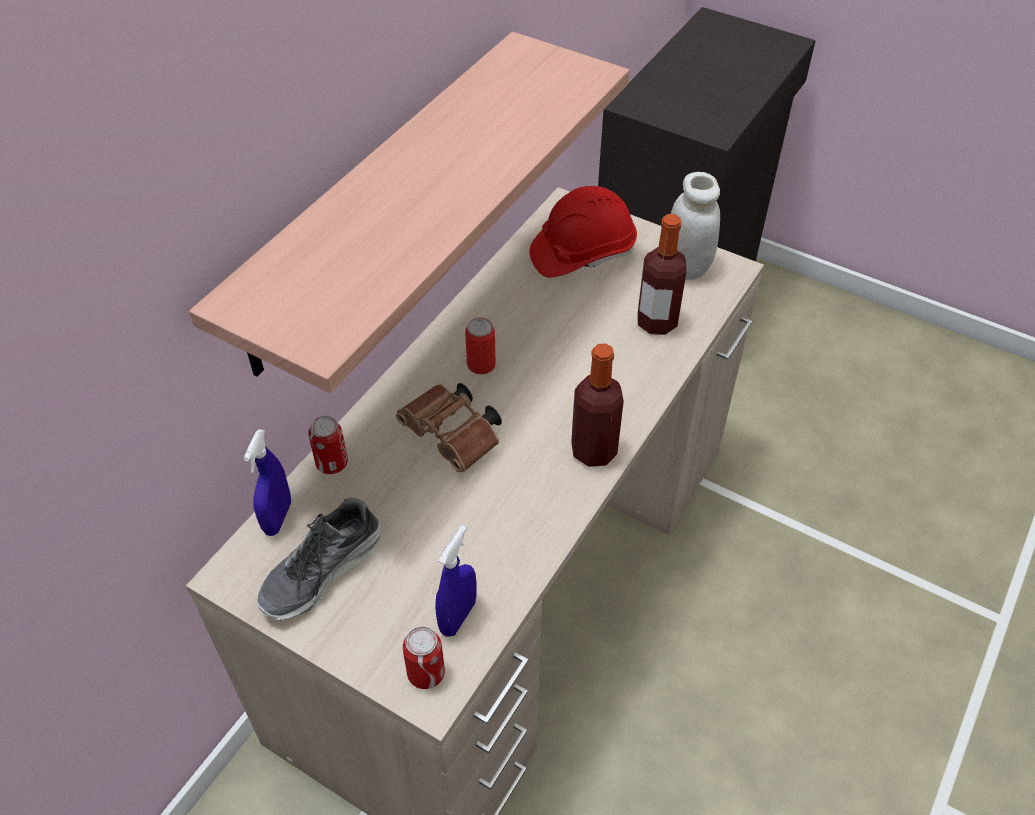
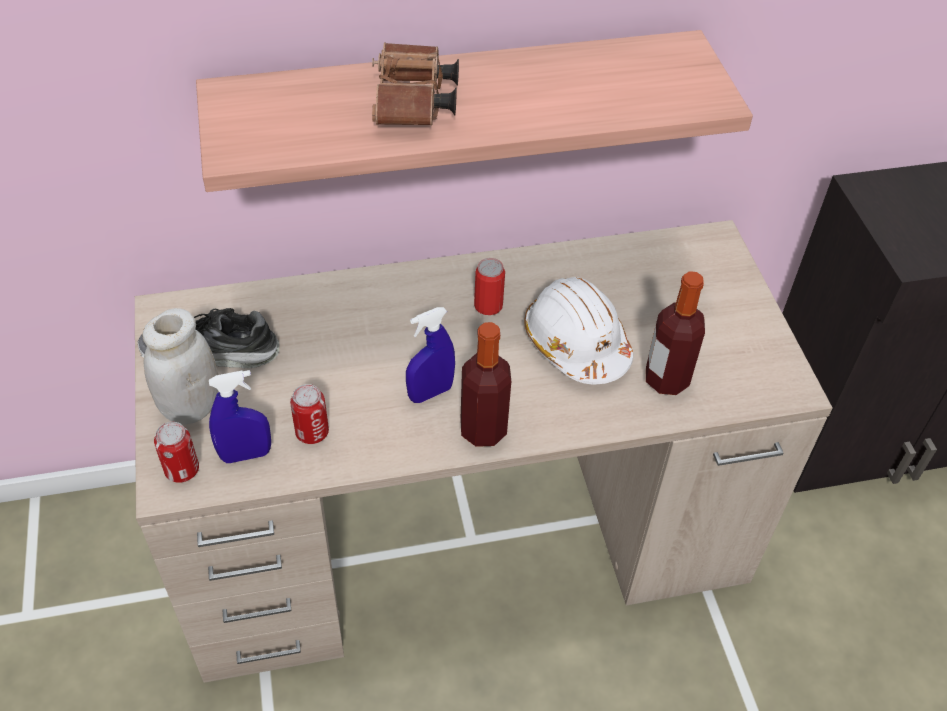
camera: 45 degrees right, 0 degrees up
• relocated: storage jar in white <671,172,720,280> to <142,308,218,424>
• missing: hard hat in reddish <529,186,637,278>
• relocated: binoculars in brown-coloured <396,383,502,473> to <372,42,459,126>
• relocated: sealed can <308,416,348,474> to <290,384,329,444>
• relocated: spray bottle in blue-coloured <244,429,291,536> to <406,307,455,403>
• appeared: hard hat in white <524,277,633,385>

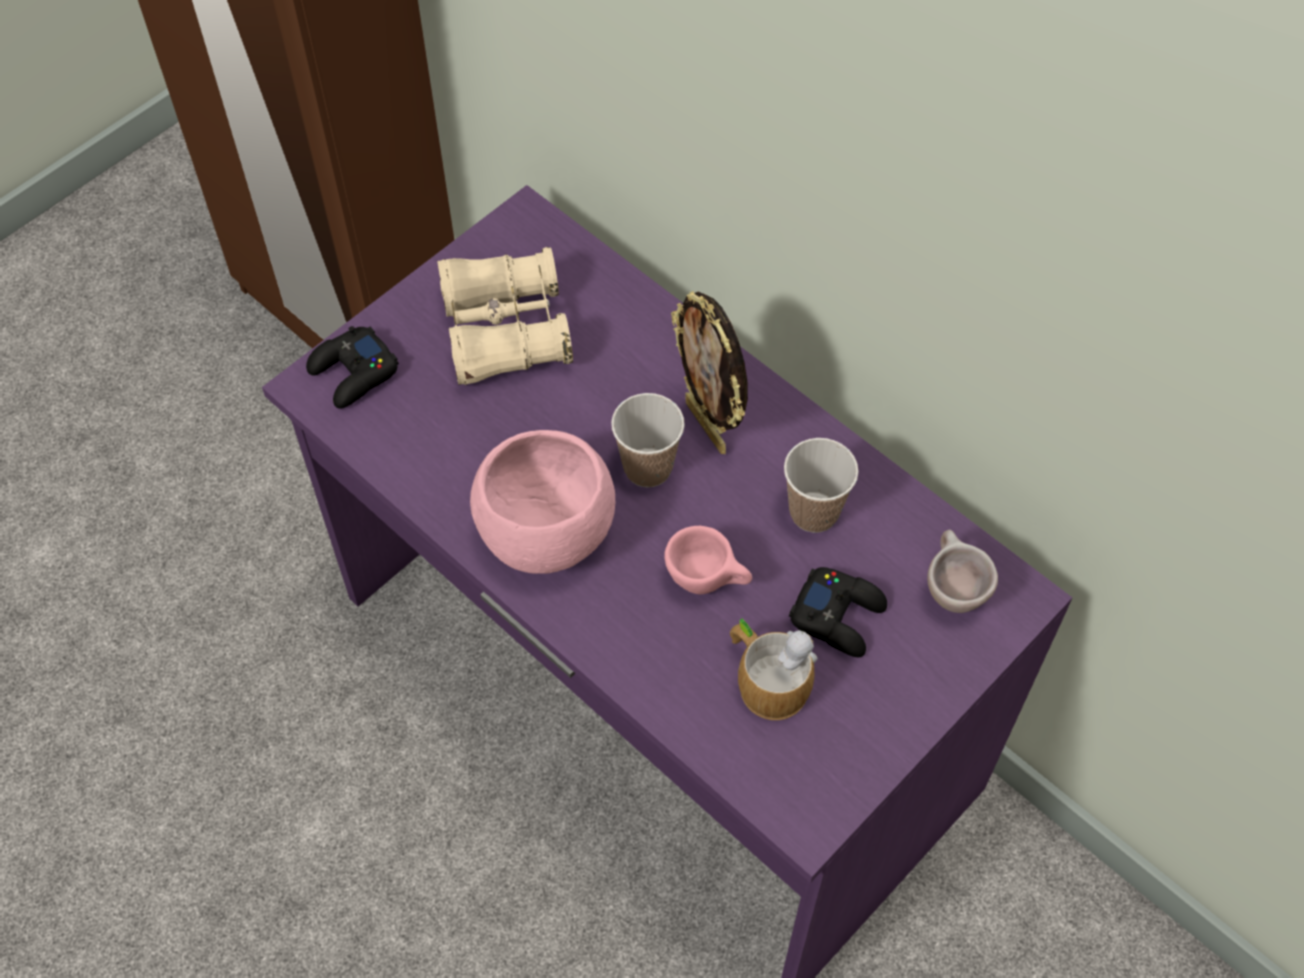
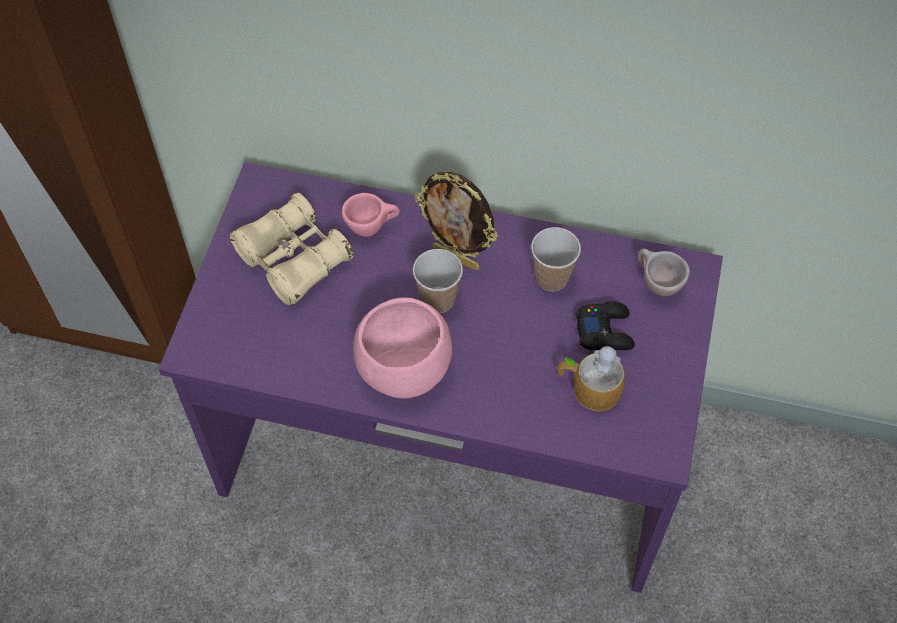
camera: 30 degrees left, 0 degrees up
• missing: game controller in black <306,326,399,409>
• relocated: small cup in pink-coloured <664,526,752,594> to <342,193,400,237>

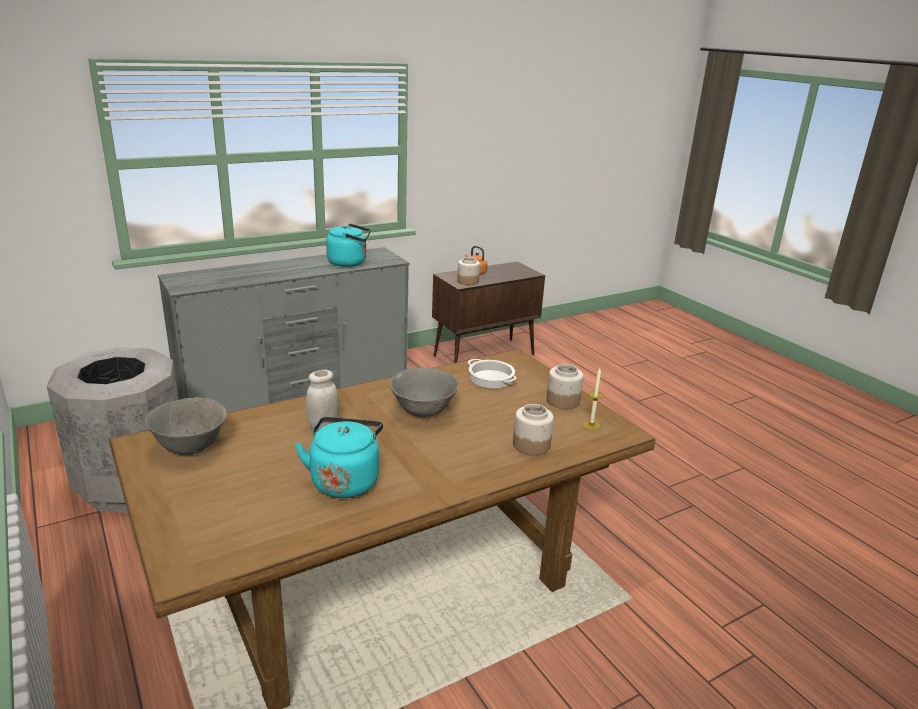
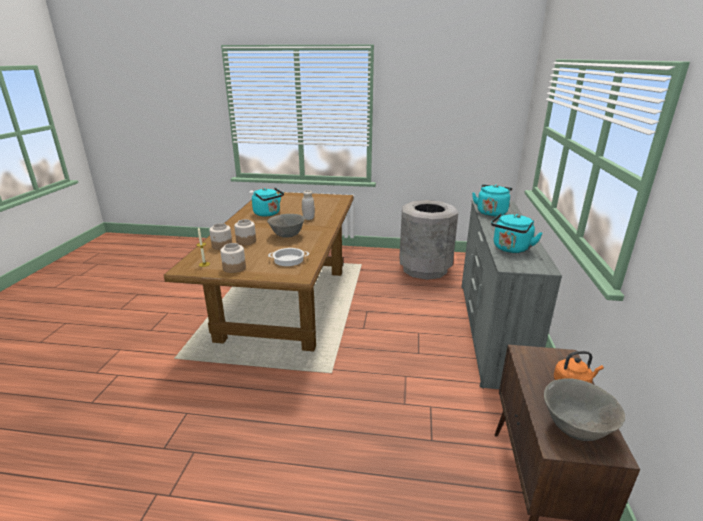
camera: 130 degrees right, 0 degrees up
• relocated: storage jar <457,257,480,285> to <234,219,256,245>
• relocated: bowl in gray <145,397,227,455> to <544,378,625,441>
• appeared: kettle in blue-green <472,184,512,216>

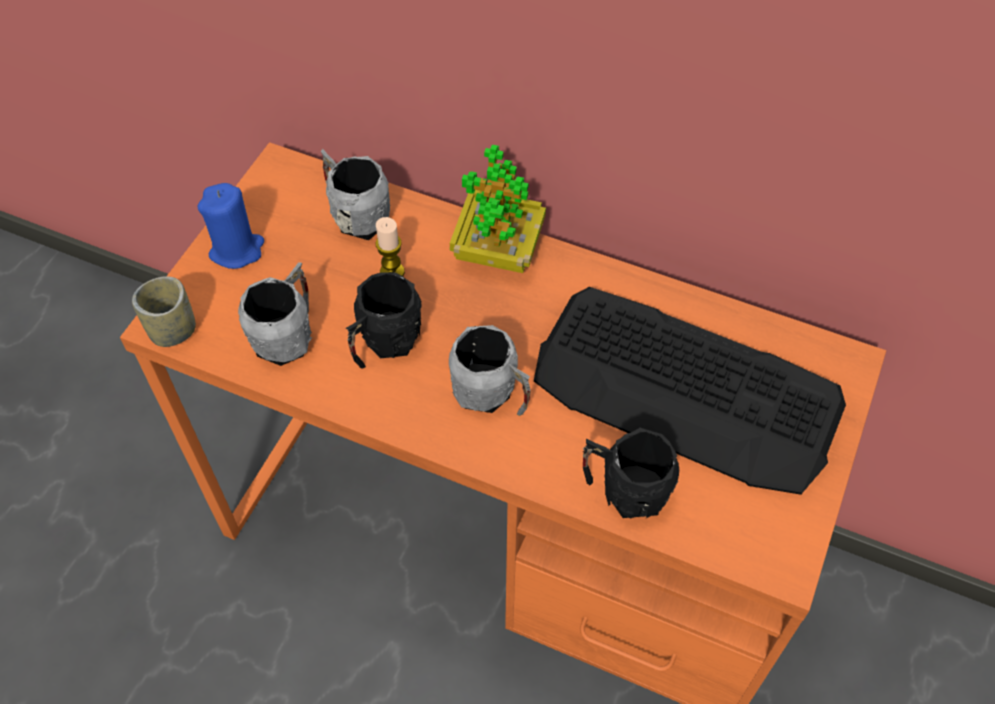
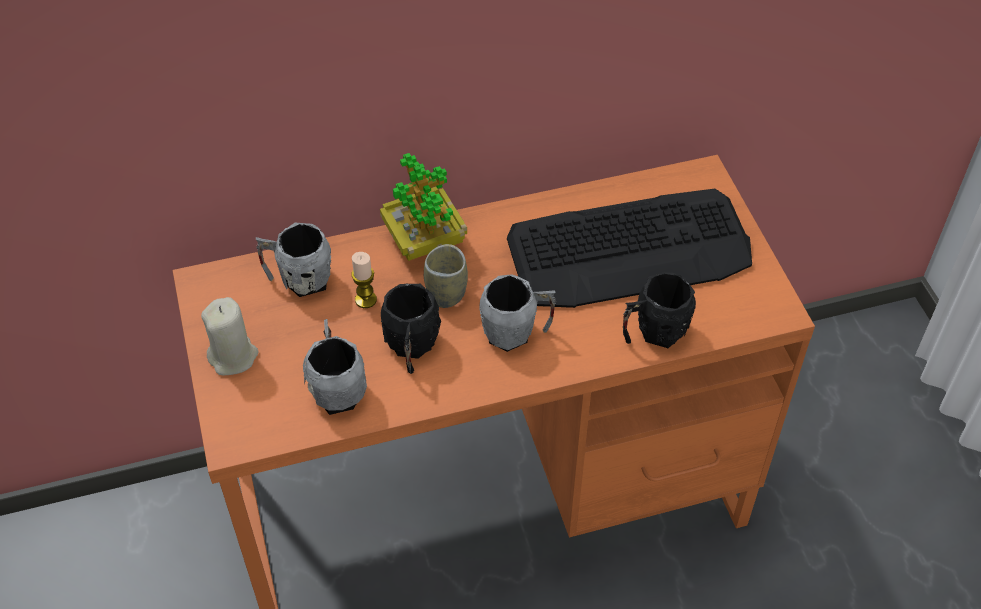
camera: 40 degrees left, 5 degrees down
• colour: wax candle in blue-coloured <198,183,264,269> to wax candle in beige-coloured <201,297,259,375>
• relocated: small cup <132,276,196,347> to <424,244,468,308>

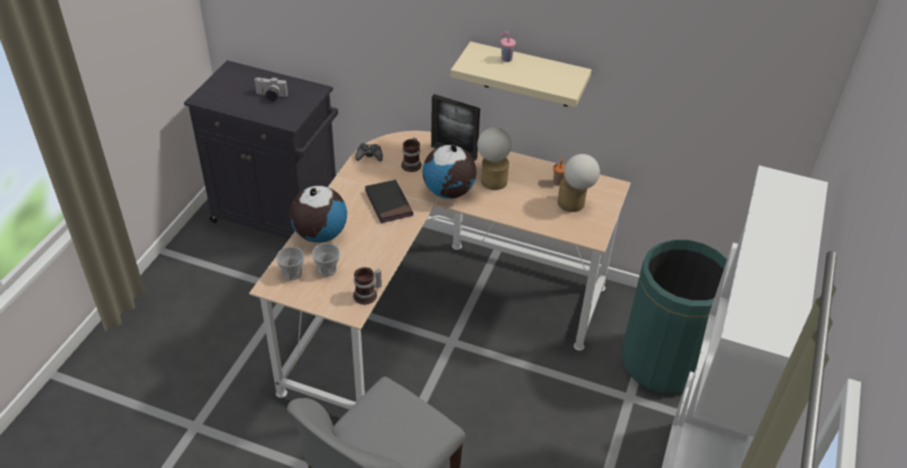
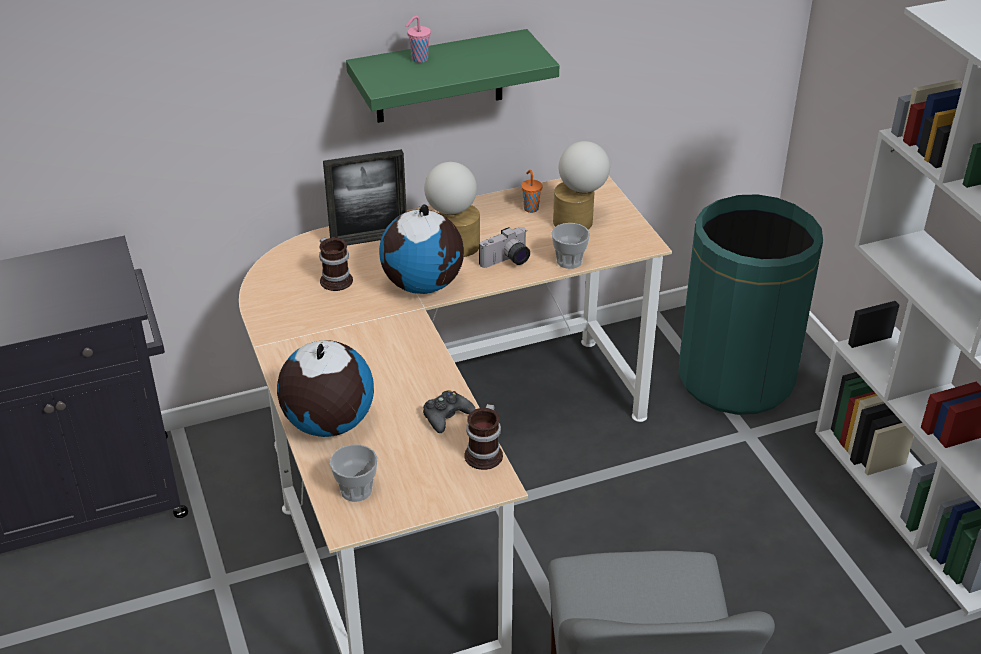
camera: 40 degrees left, 5 degrees down
• colour: shelf in beige-coloured <451,41,592,107> to shelf in green-coloured <346,29,559,123>
• relocated: photo camera <254,77,288,101> to <479,227,530,268>
• relocated: game controller in black <355,143,383,161> to <423,390,475,433>
• missing: bound book in black <365,180,413,223>
• relocated: small cup <312,243,340,276> to <551,223,590,269>

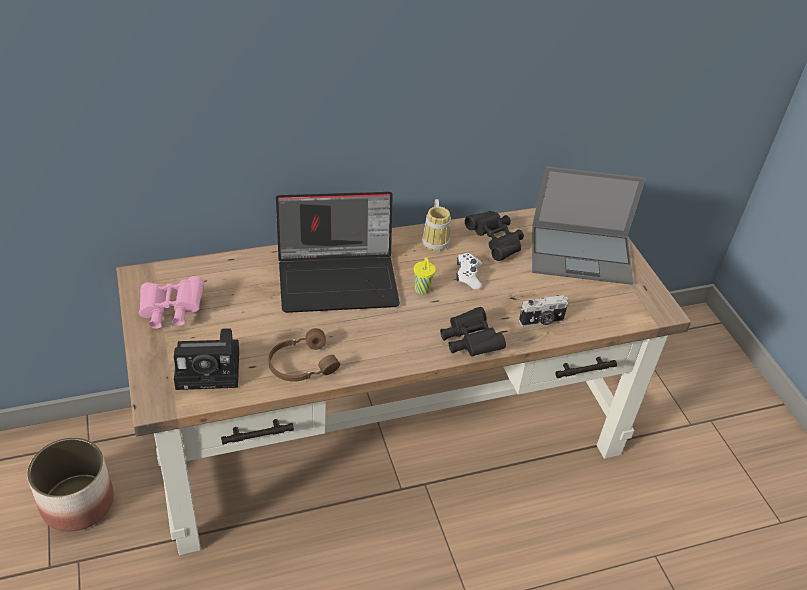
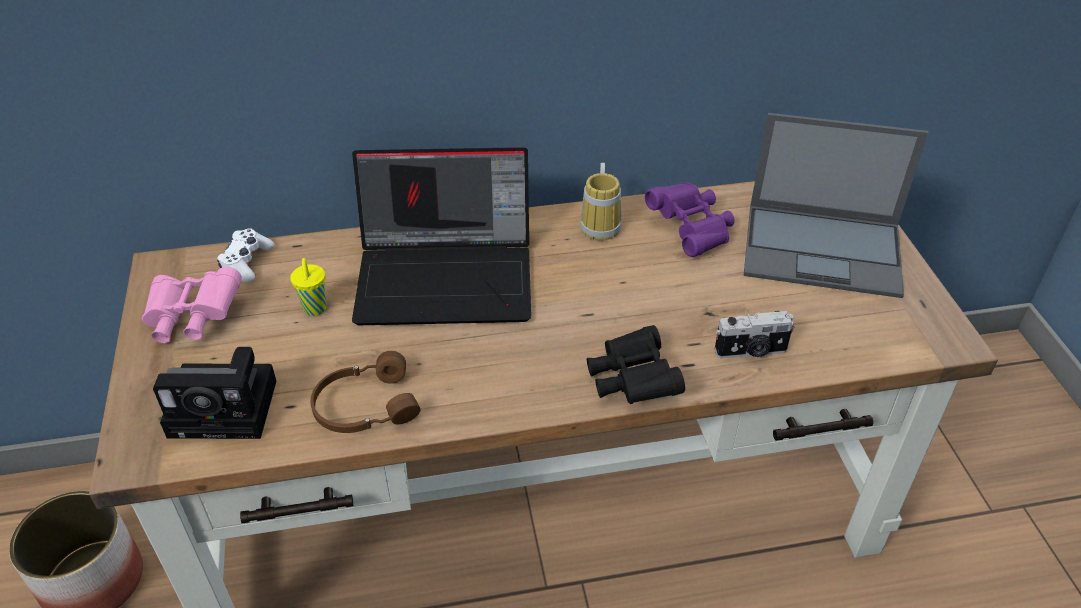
camera: 10 degrees right, 0 degrees up
• colour: binoculars in black <465,211,524,261> to binoculars in purplish <645,182,735,257>
• relocated: game controller in white <456,253,482,290> to <217,228,275,283>
• relocated: small cup in yellowish <414,257,436,295> to <290,258,327,316>

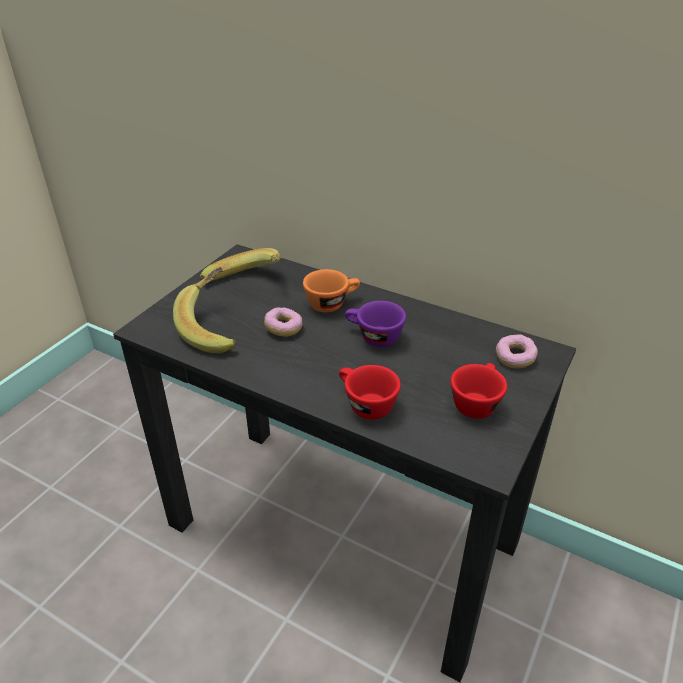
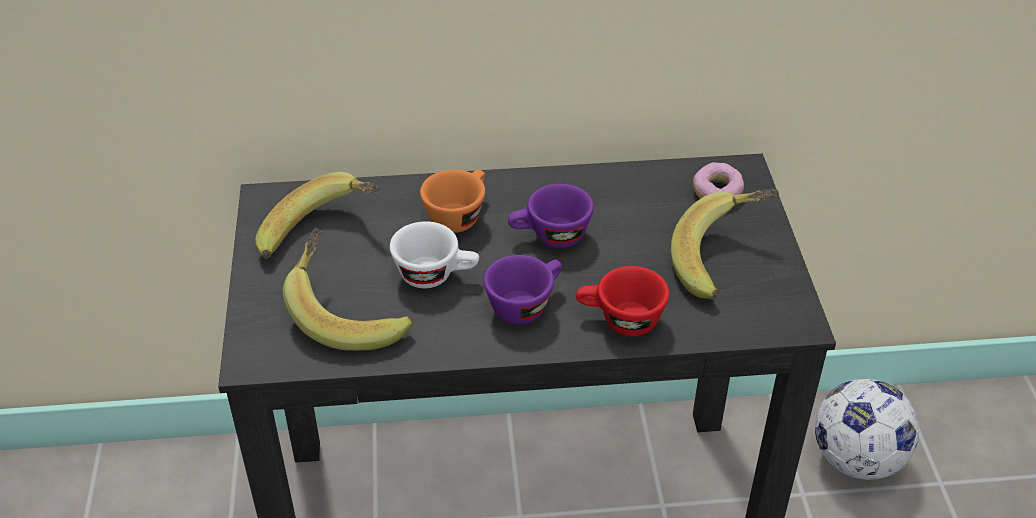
camera: 35 degrees left, 5 degrees up
• exchanged: ring doughnut <264,308,302,337> to small cup in white <390,221,479,289>
• exchanged: small cup in reddish <450,363,507,419> to whole banana <671,189,778,299>
• appeared: small cup in purplish <484,255,562,324>
• appeared: ball for football <815,379,919,480>

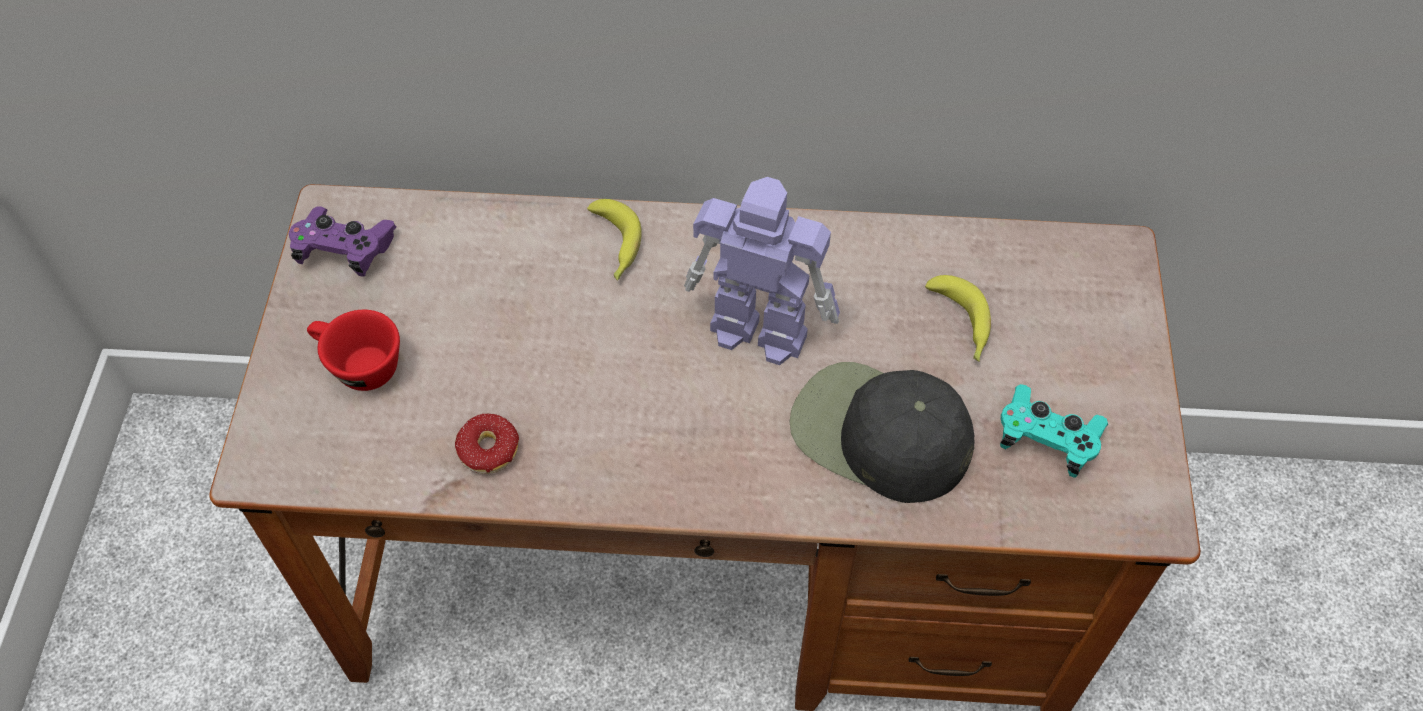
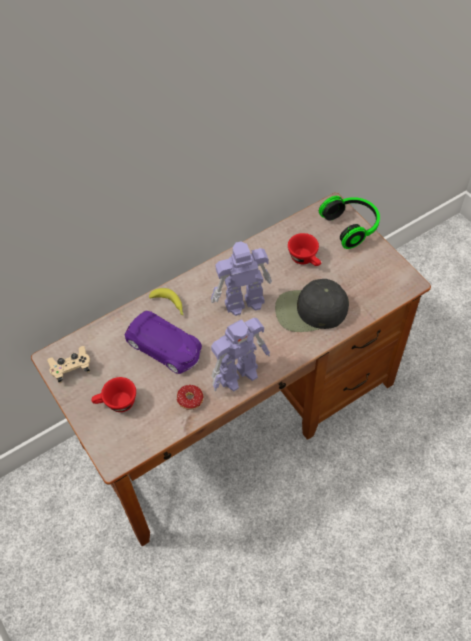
camera: 35 degrees left, 0 degrees up
• colour: game controller in purplish <289,206,396,277> to game controller in beige-coloured <47,346,90,383>
• exchanged: whole banana <925,275,991,362> to small cup in reddish <288,233,321,266>
• missing: game controller in blue-green <1000,384,1108,478>
• appeared: pair of headphones <319,196,380,249>
• appeared: toy car in purplish <124,311,202,374>
• appeared: model robot <211,318,270,391>

